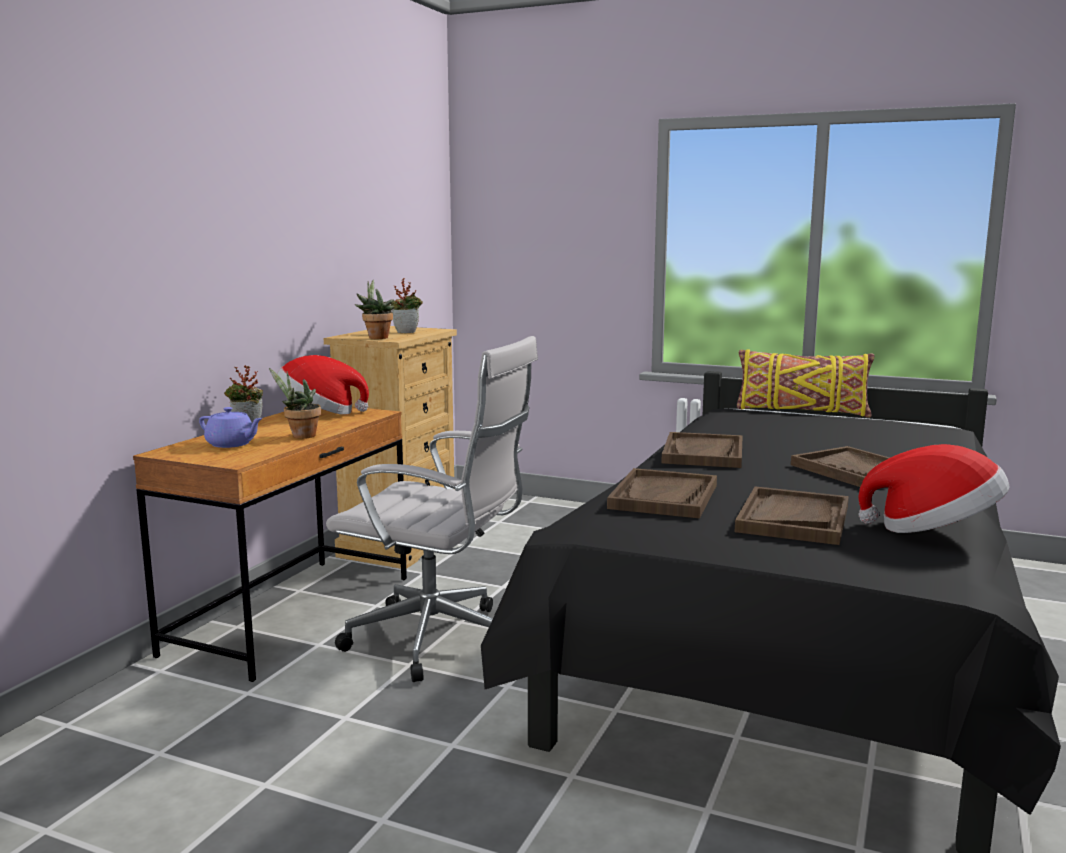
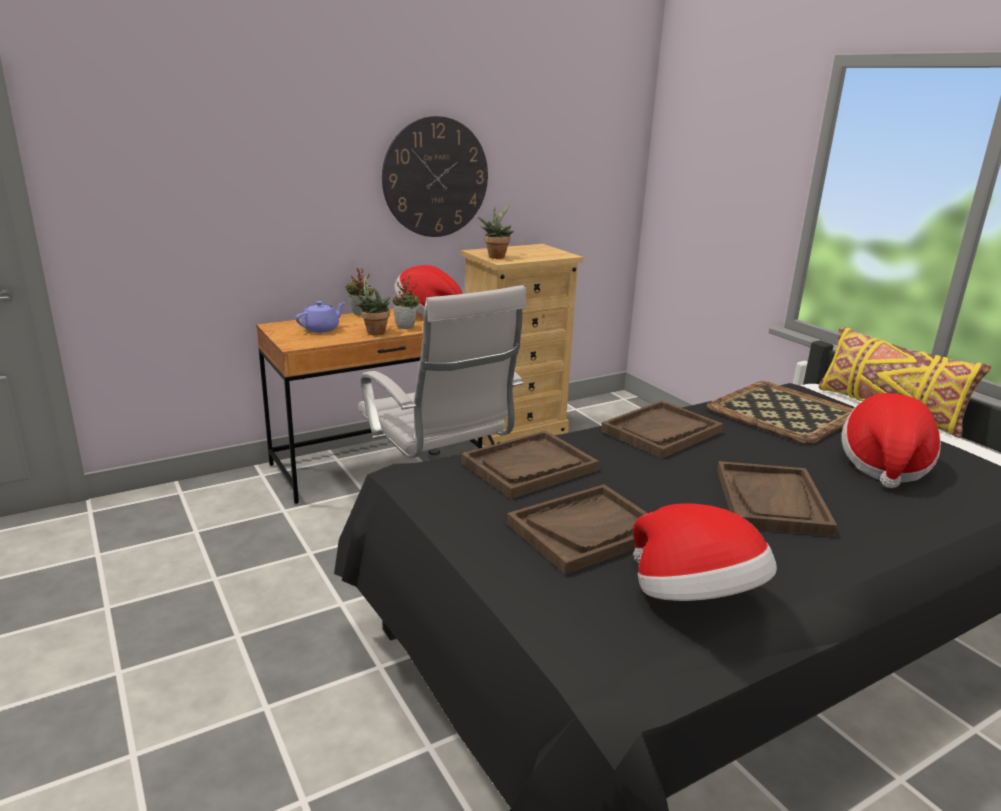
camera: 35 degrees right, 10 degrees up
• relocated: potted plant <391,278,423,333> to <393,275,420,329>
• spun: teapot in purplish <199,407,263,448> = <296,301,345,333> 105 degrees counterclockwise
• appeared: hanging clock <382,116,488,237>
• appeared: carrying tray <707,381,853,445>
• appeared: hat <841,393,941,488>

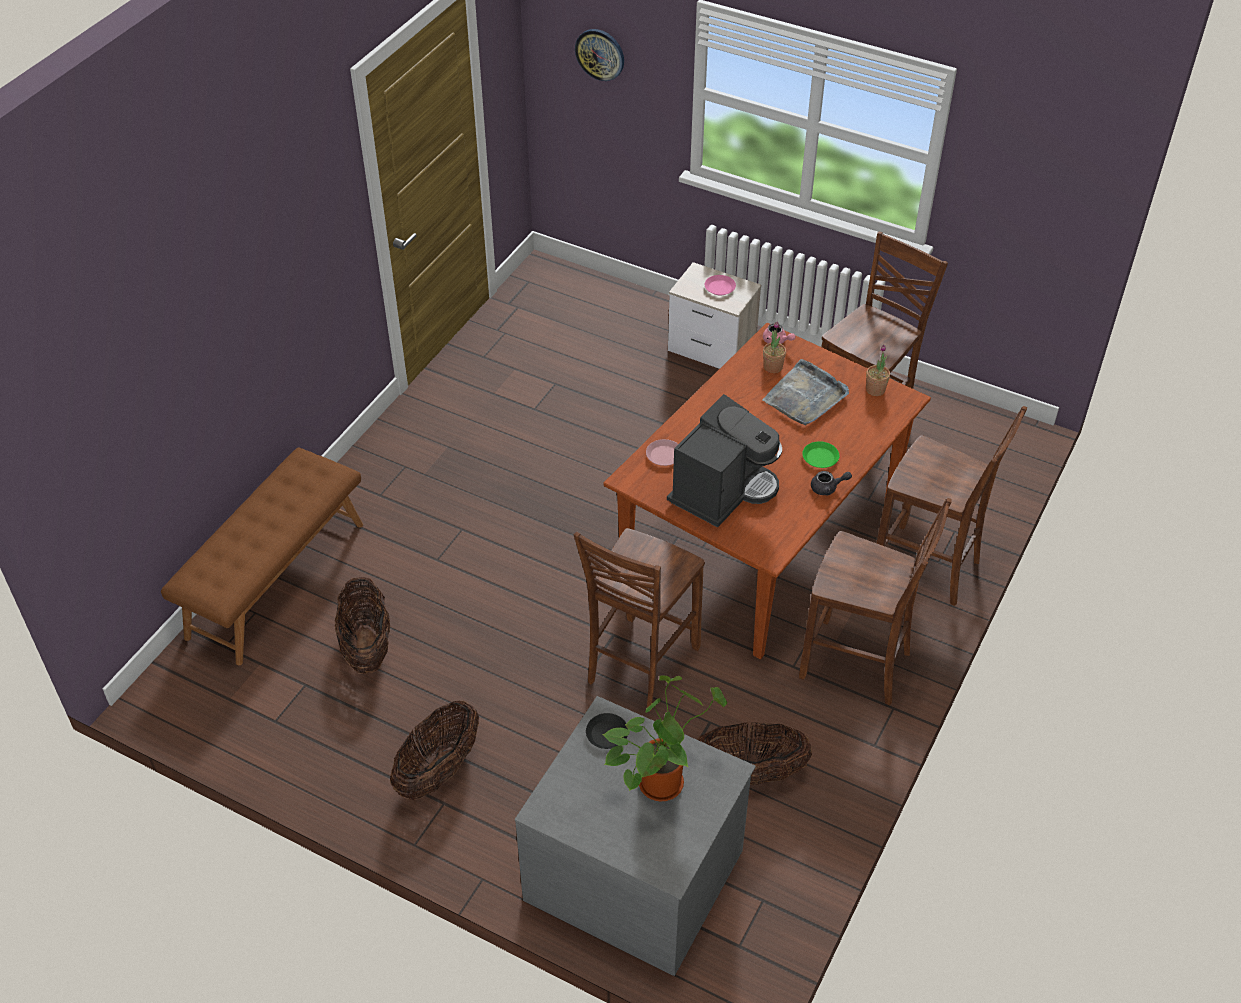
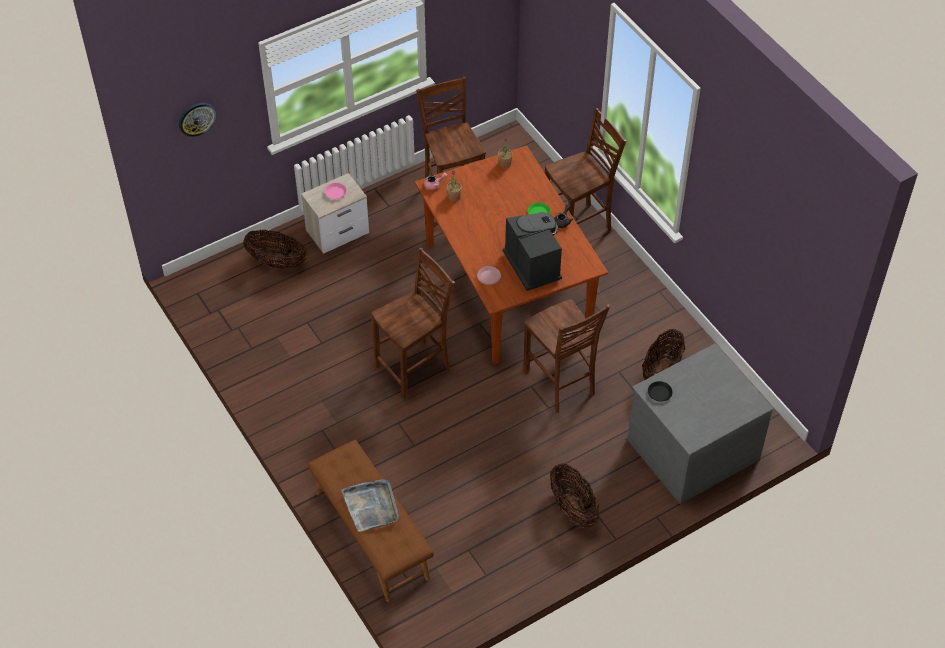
camera: 60 degrees left, 5 degrees up
• relocated: carrying tray in gray <762,359,849,425> to <341,479,399,532>
• relocated: upright chair in brown-coloured <799,498,952,706> to <371,248,455,400>
• relocated: basket <335,577,390,674> to <243,230,307,269>
• missing: potted plant <602,675,727,801>

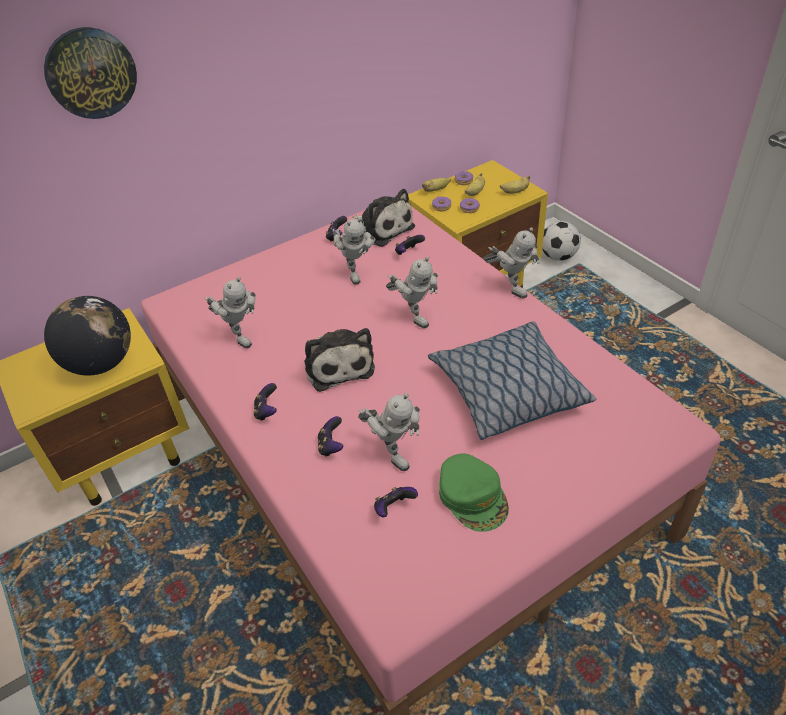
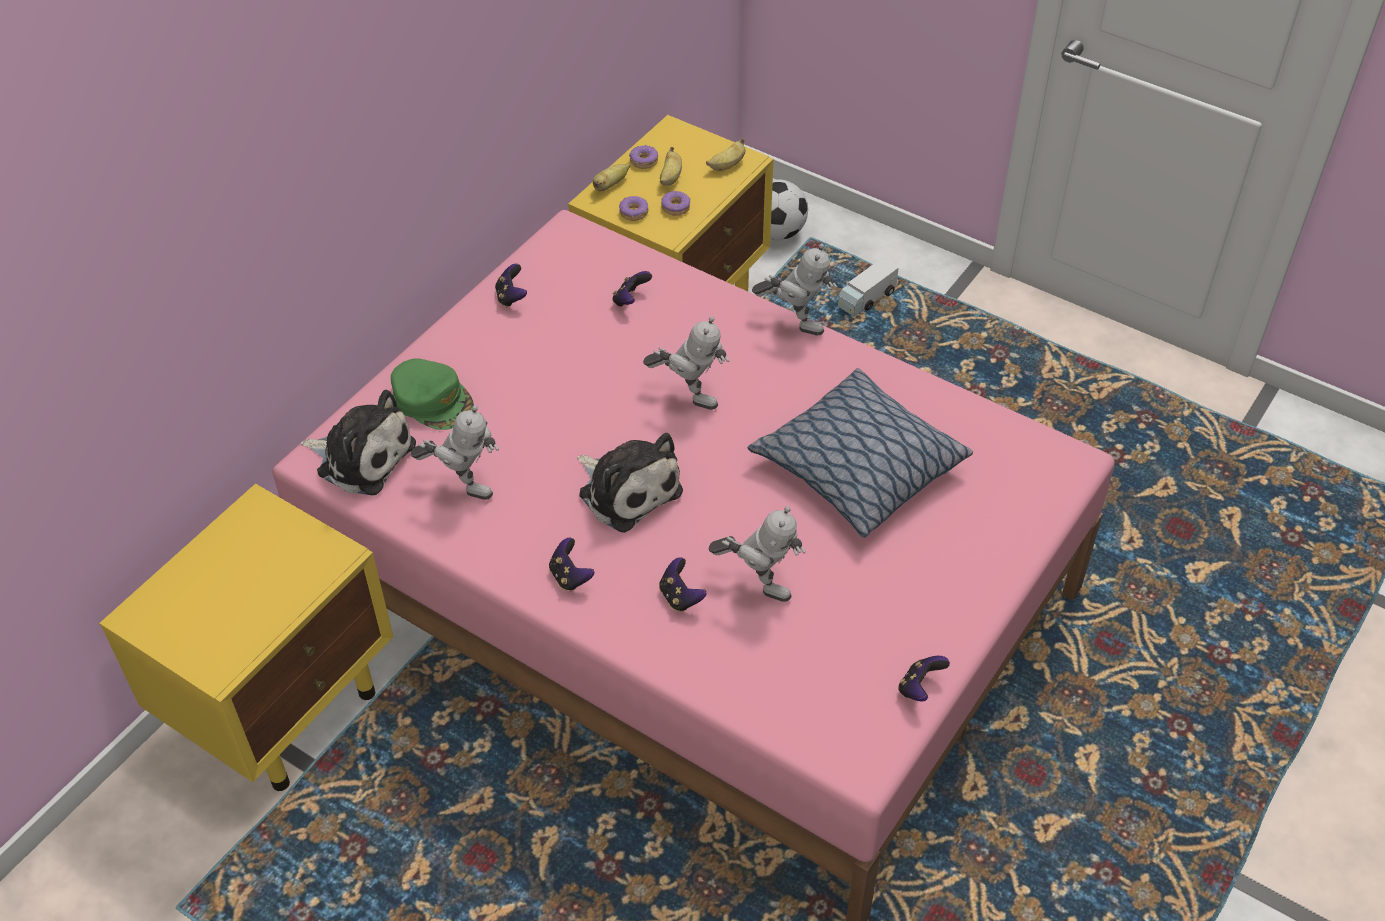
camera: 25 degrees left, 5 degrees up
• missing: hanging clock <44,27,137,119>
• relocated: cuddly toy <352,189,415,247> to <301,390,416,495>
• missing: model robot <332,217,376,284>
• missing: globe <44,296,131,376>
• relocated: baseball cap in green-coloured <439,453,509,532> to <391,358,474,430>
• relocated: game controller <374,487,418,517> to <898,656,950,701>
• appeared: model truck <838,258,899,317>

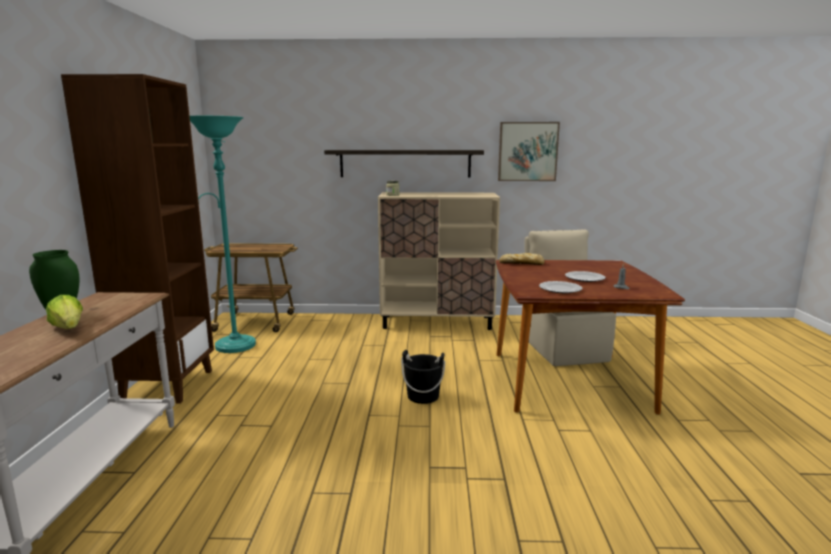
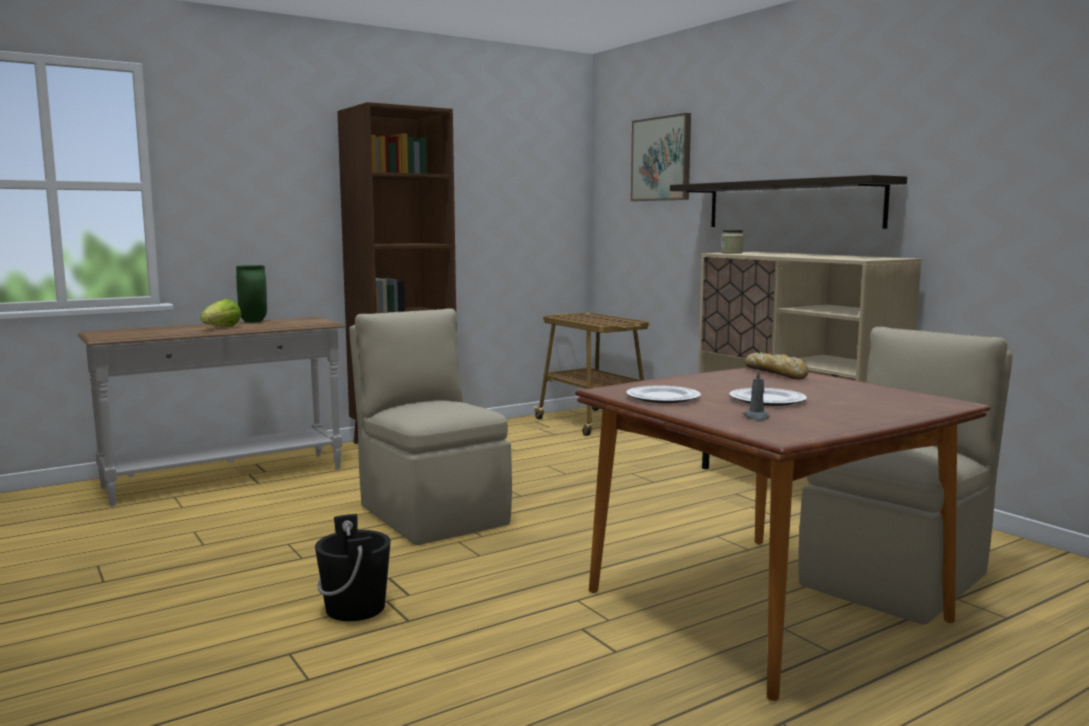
camera: 55 degrees right, 5 degrees down
• missing: floor lamp in blue-green <190,116,256,353>
• relocated: picture <498,122,560,181> to <631,113,691,201>
• relocated: pail in black <401,350,445,404> to <315,514,391,621>
• appeared: upright chair in beige-coloured <349,308,512,545>

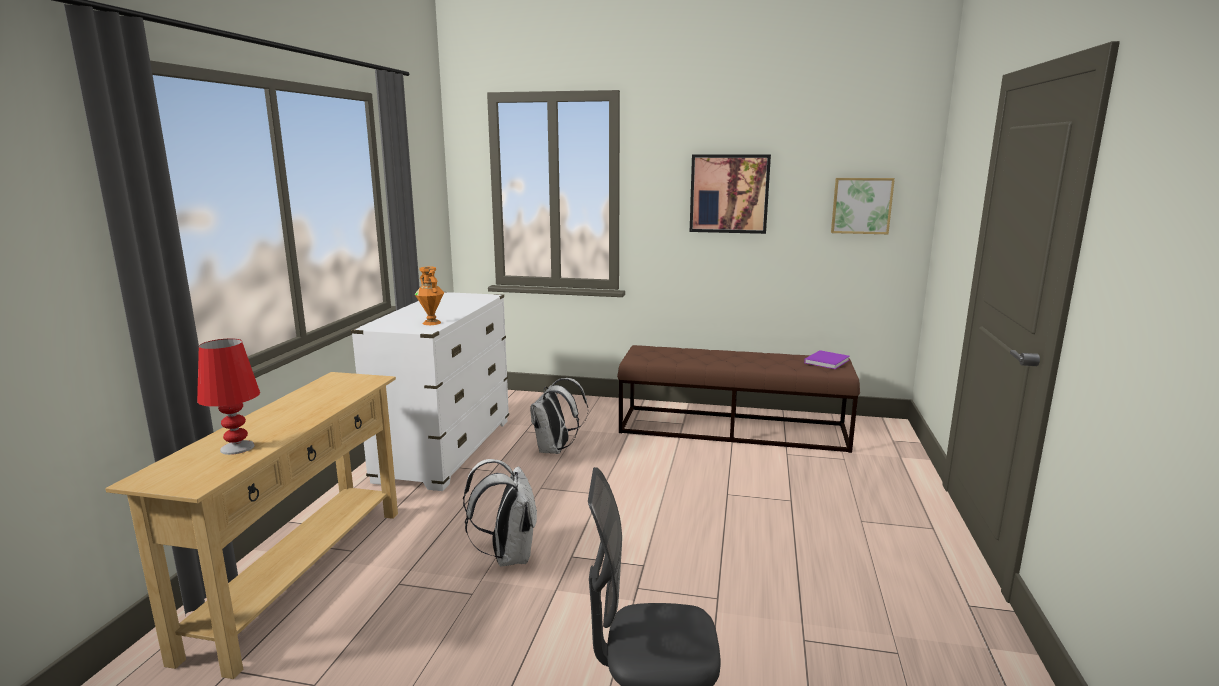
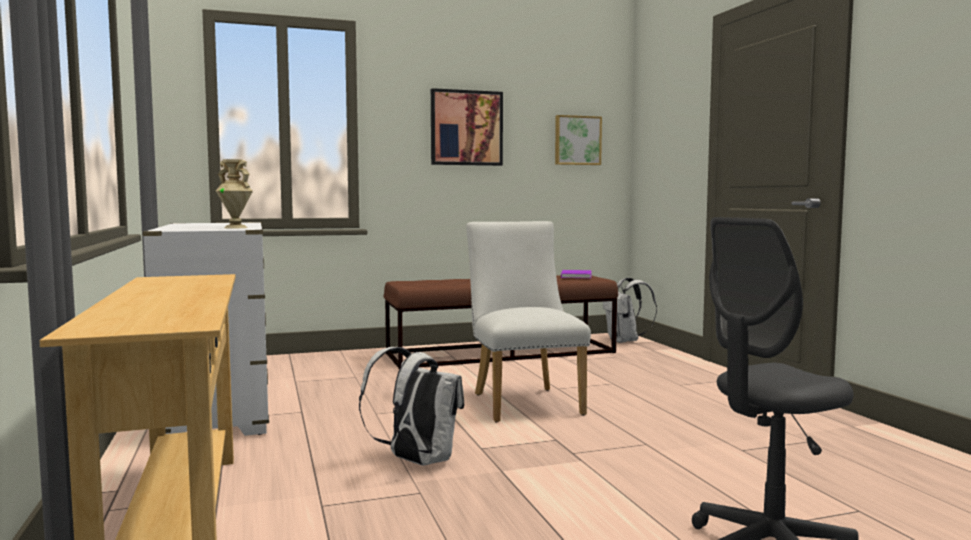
camera: 30 degrees left, 10 degrees down
• colour: vase in orange <414,267,444,325> to vase in beige-coloured <216,159,253,228>
• missing: lamp for a table in reddish <197,339,260,455>
• relocated: rucksack in white <530,378,588,454> to <603,278,657,343>
• appeared: upright chair in white <466,221,591,423>

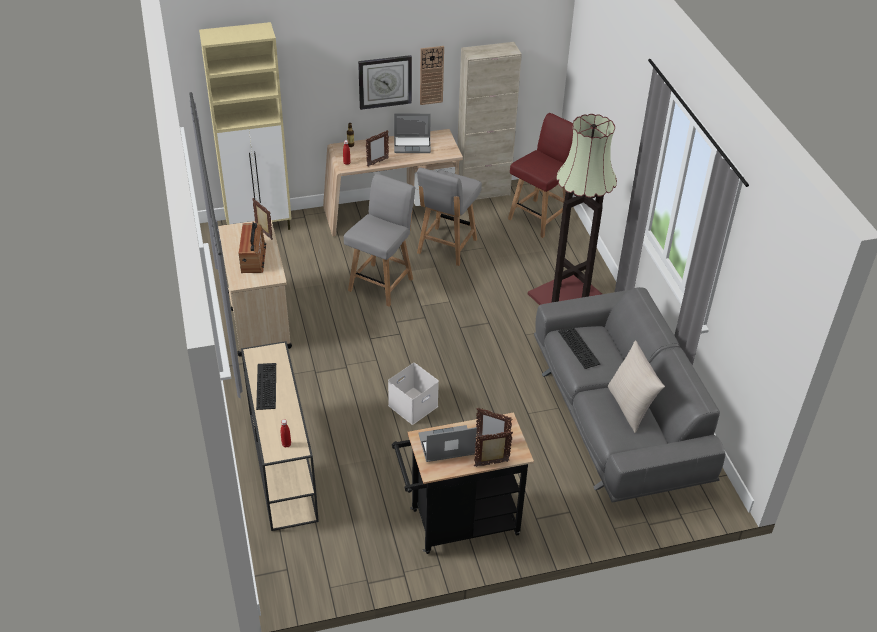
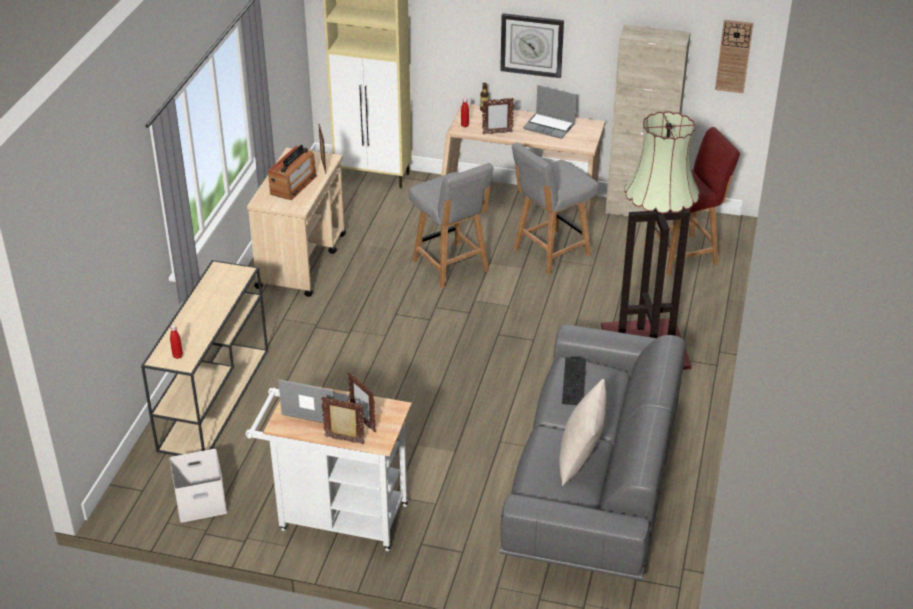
camera: 30 degrees right, 5 degrees down
• relocated: hanging clock <420,46,444,105> to <715,20,753,93>
• spun: upright chair in gray <344,174,415,307> = <409,163,494,289> 90 degrees clockwise
• missing: PC keyboard <256,363,276,410>
• relocated: storage box in white <388,363,439,425> to <169,449,227,523>
• colour: cart in black <392,412,534,554> to cart in white <246,385,412,551>

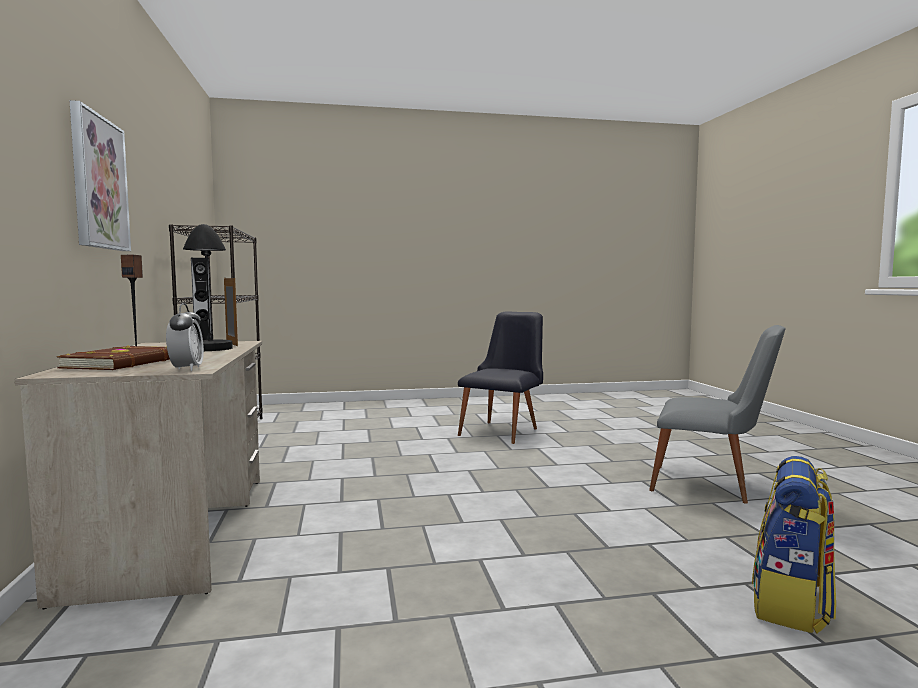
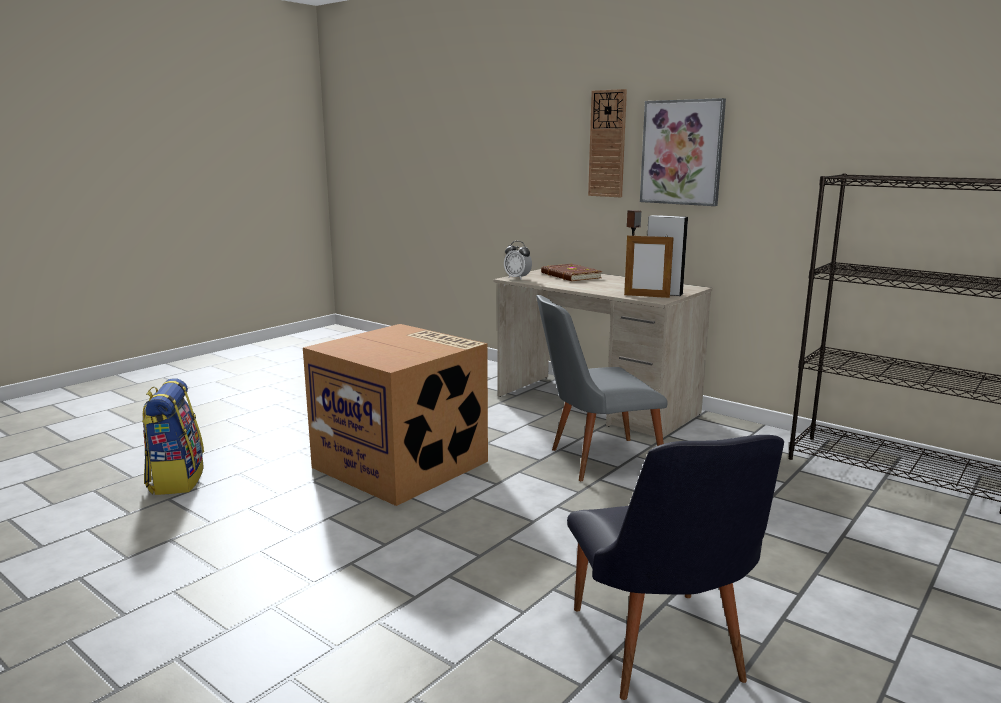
camera: 140 degrees right, 10 degrees up
• missing: lamp for a table in black <183,224,233,351>
• relocated: upright chair in gray <649,325,786,504> to <536,295,668,481>
• appeared: hanging clock <588,89,627,197>
• appeared: cardboard box <303,324,488,506>

